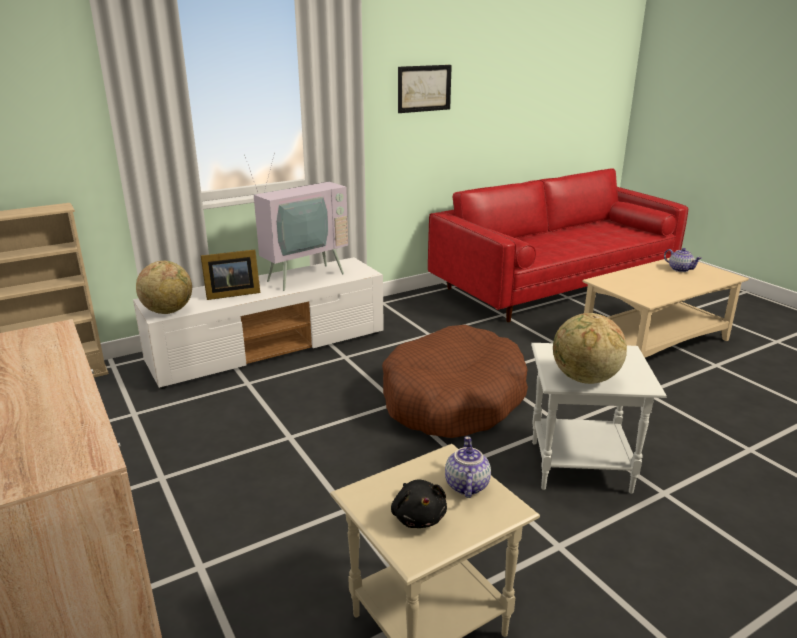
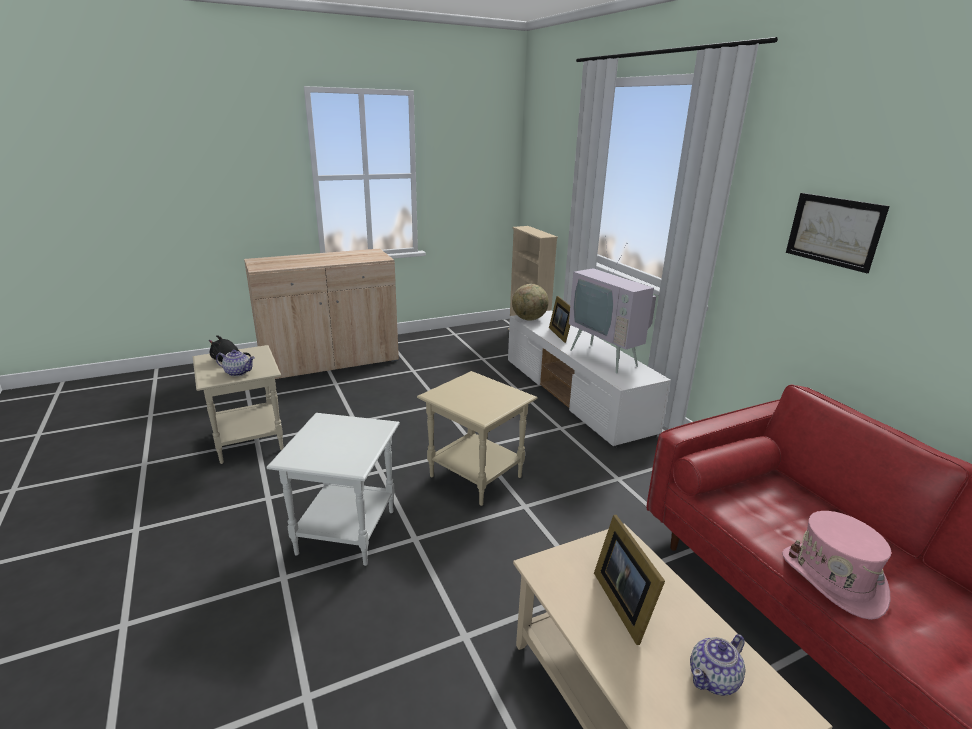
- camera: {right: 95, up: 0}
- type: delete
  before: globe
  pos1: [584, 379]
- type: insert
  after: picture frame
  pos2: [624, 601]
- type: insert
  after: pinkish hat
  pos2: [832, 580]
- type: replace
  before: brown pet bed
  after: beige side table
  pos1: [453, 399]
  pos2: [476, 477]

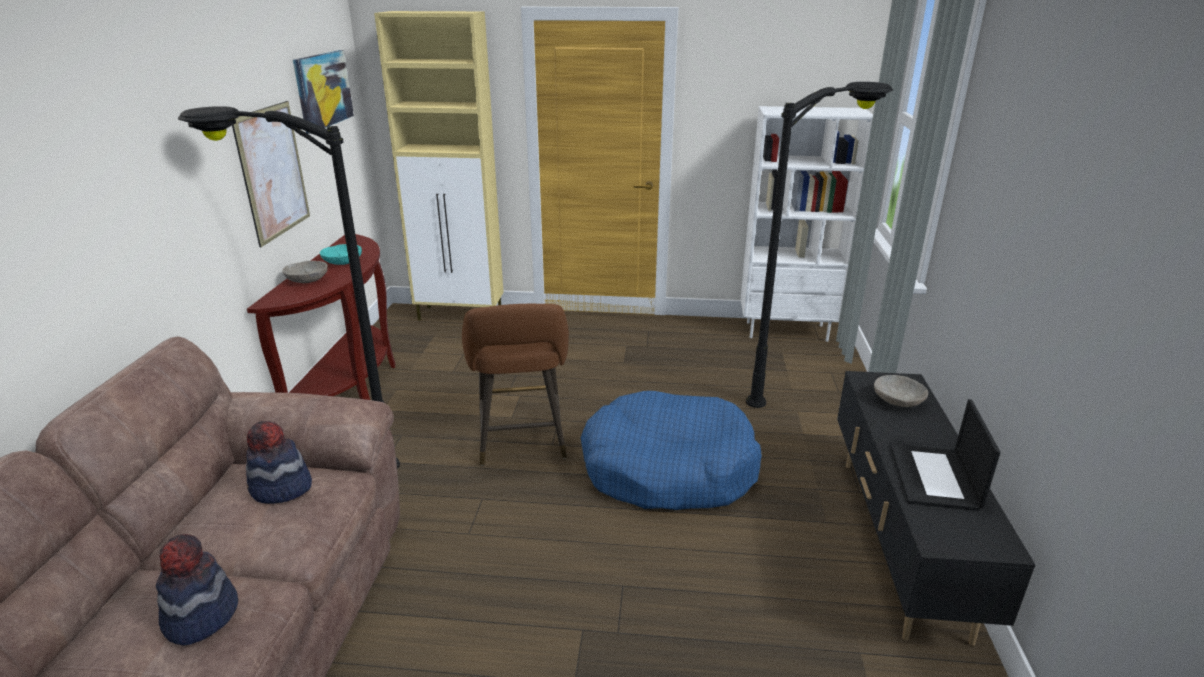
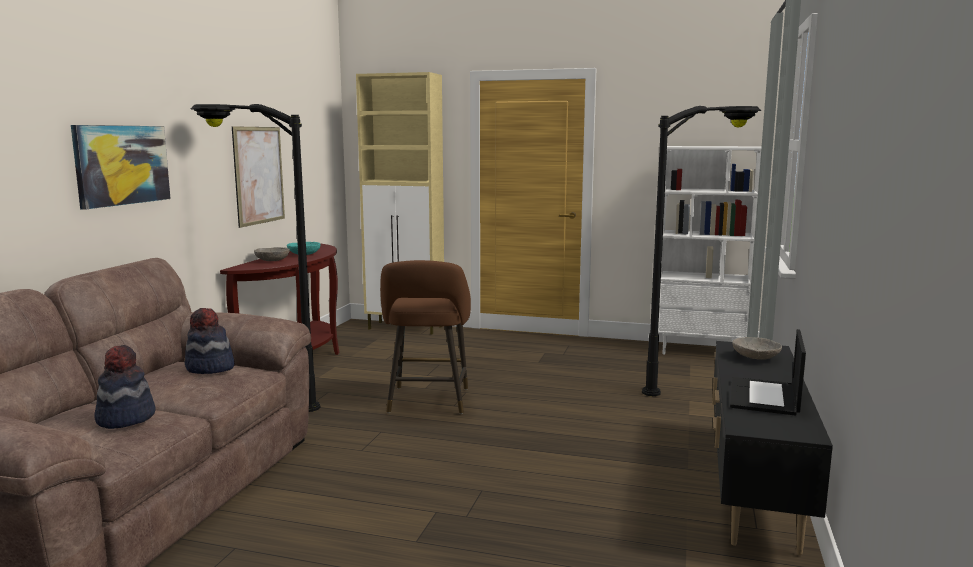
- camera: {right: 10, up: -15}
- type: delete
  before: bluish pet bed
  pos1: [668, 469]
- type: move
  before: picture
  pos1: [323, 90]
  pos2: [122, 165]

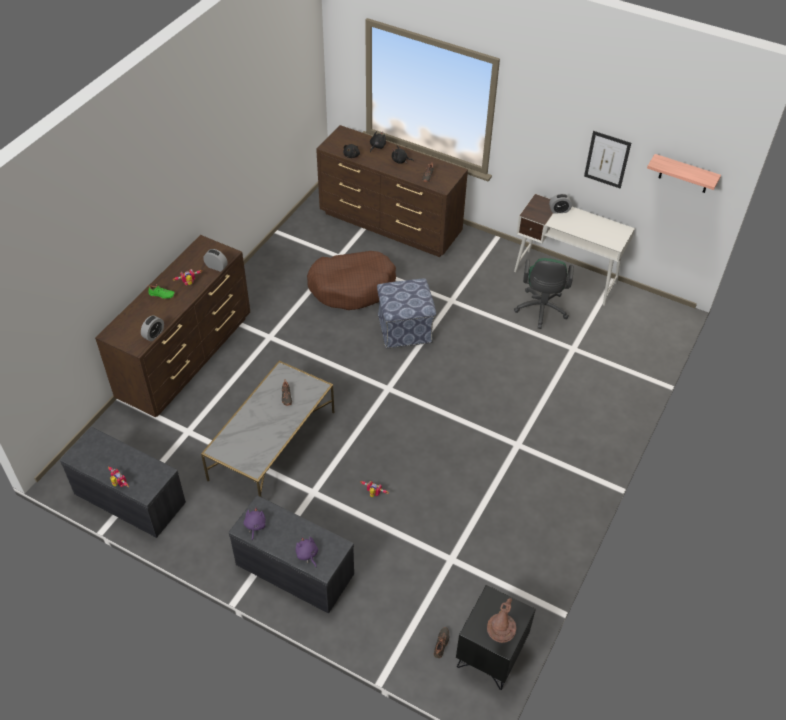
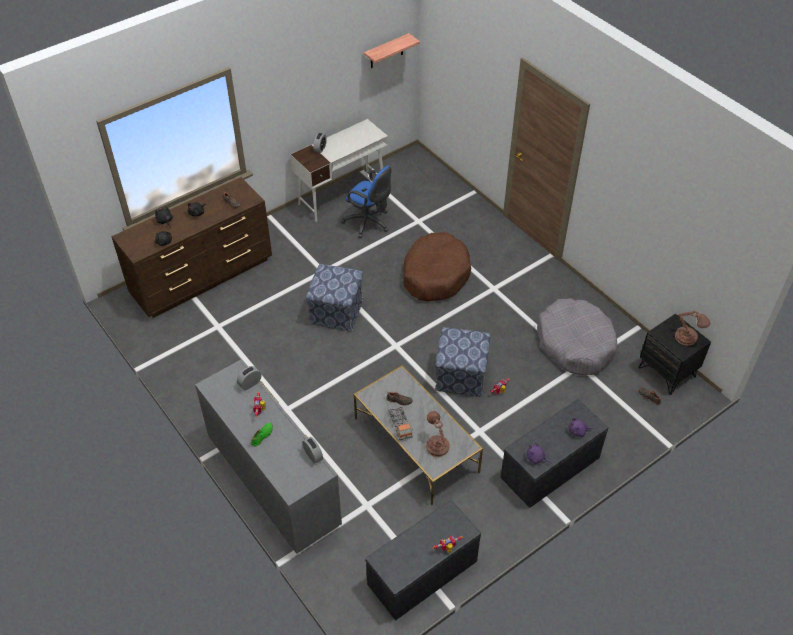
- camera: {right: -65, up: 0}
- type: delete
  before: picture
  pos1: [607, 159]
- type: insert
  after: model truck
  pos2: [400, 425]
- type: insert
  after: brown lamp for a table
  pos2: [436, 445]
- type: insert
  after: ottoman
  pos2: [461, 376]
- type: insert
  after: greyish pet bed
  pos2: [575, 343]
- type: move
  before: brown pet bed
  pos1: [352, 287]
  pos2: [435, 274]
- type: recolor
  before: brown drawer chest
  after: greyish drawer chest
  pos1: [187, 357]
  pos2: [273, 482]
- type: recolor
  before: green-coloured computer chair
  after: bluish computer chair
  pos1: [541, 311]
  pos2: [369, 223]

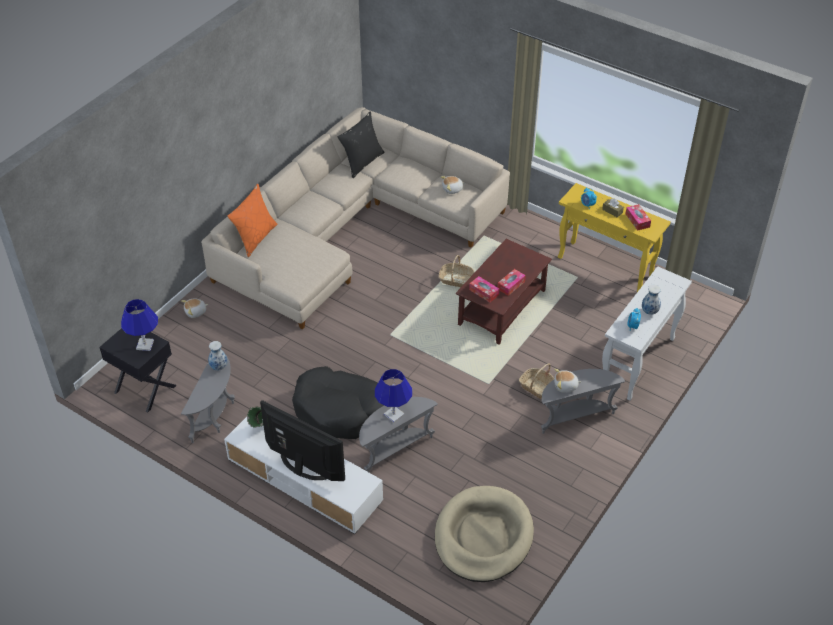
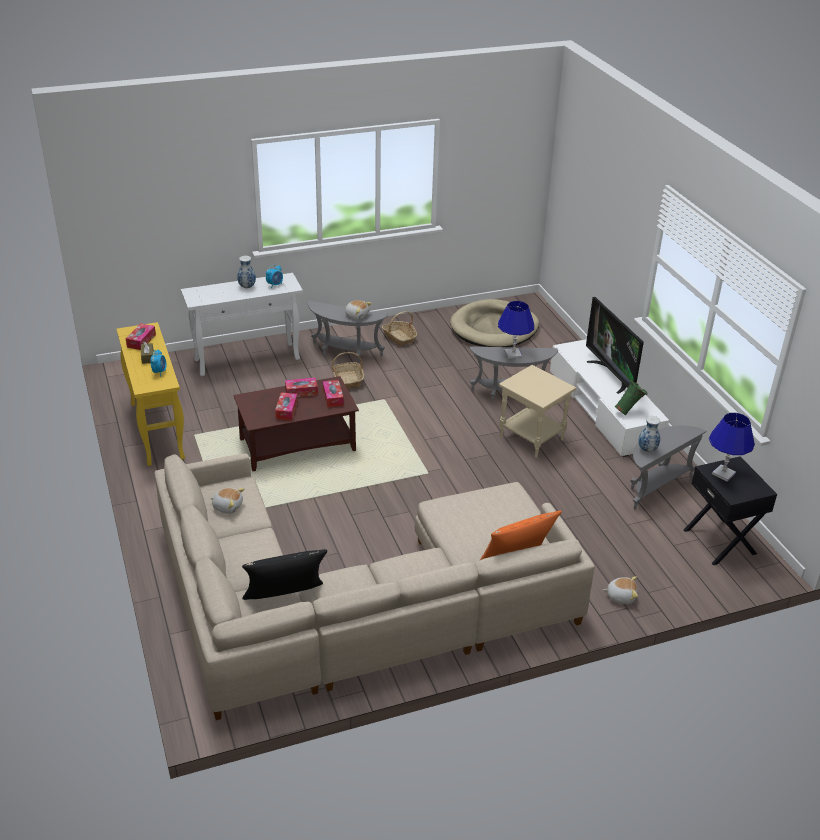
- camera: {right: -145, up: -10}
- type: insert
  after: tissue holder
  pos2: [286, 410]
- type: move
  before: storage basket
  pos1: [456, 280]
  pos2: [399, 337]
- type: replace
  before: black-coloured pet bed
  after: beige side table
  pos1: [341, 411]
  pos2: [532, 438]

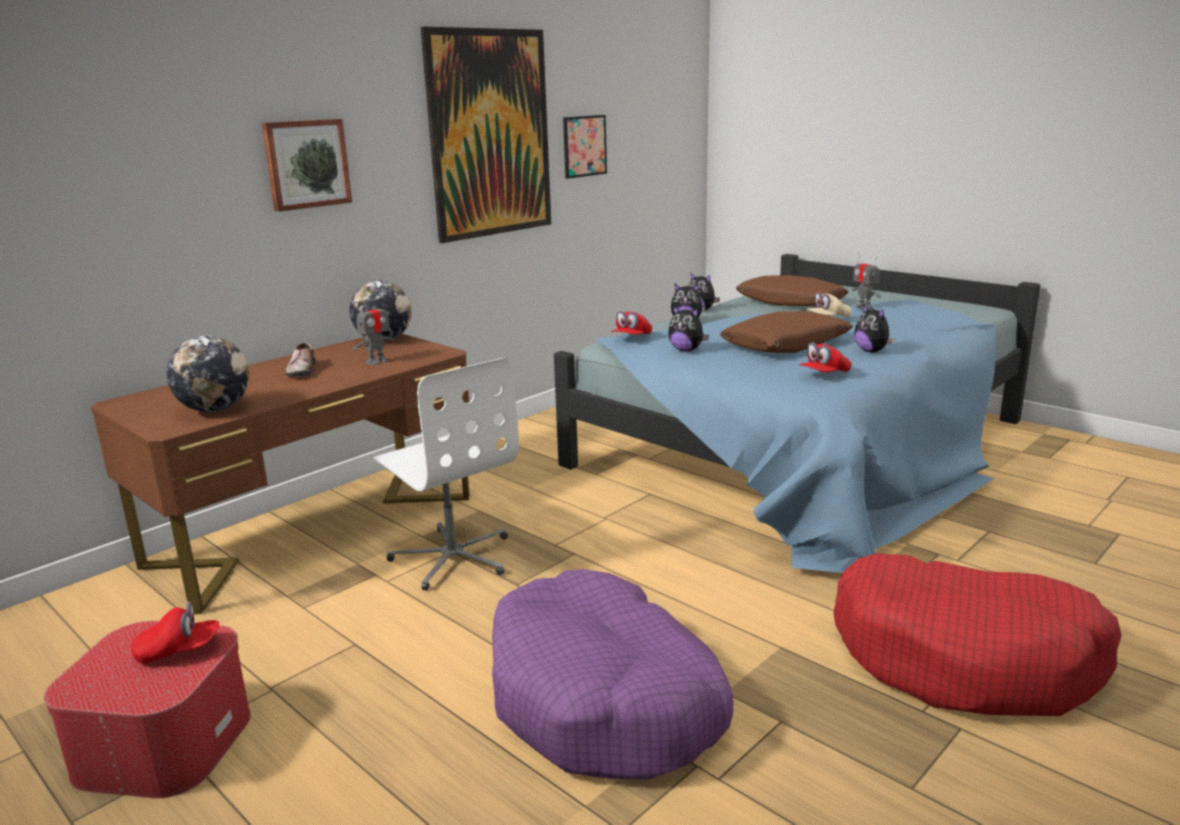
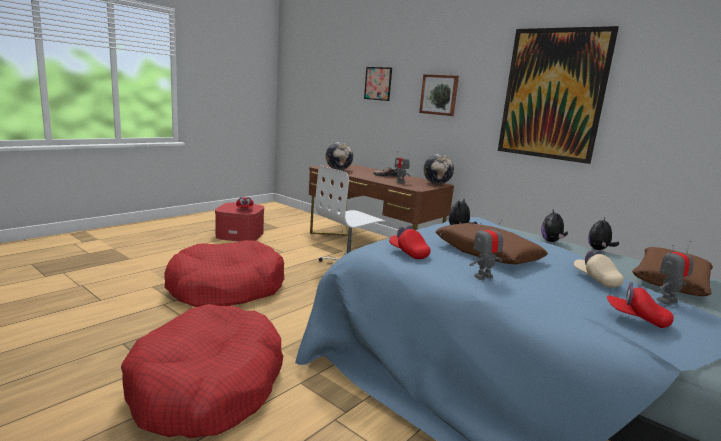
- camera: {right: 85, up: -5}
- type: move
  before: picture
  pos1: [584, 146]
  pos2: [378, 83]
- type: move
  before: red-coloured cap
  pos1: [632, 338]
  pos2: [636, 319]
- type: replace
  before: cuddly toy
  after: toy robot
  pos1: [872, 351]
  pos2: [483, 277]
- type: recolor
  before: purplish pet bed
  after: red-coloured pet bed
  pos1: [605, 700]
  pos2: [226, 288]

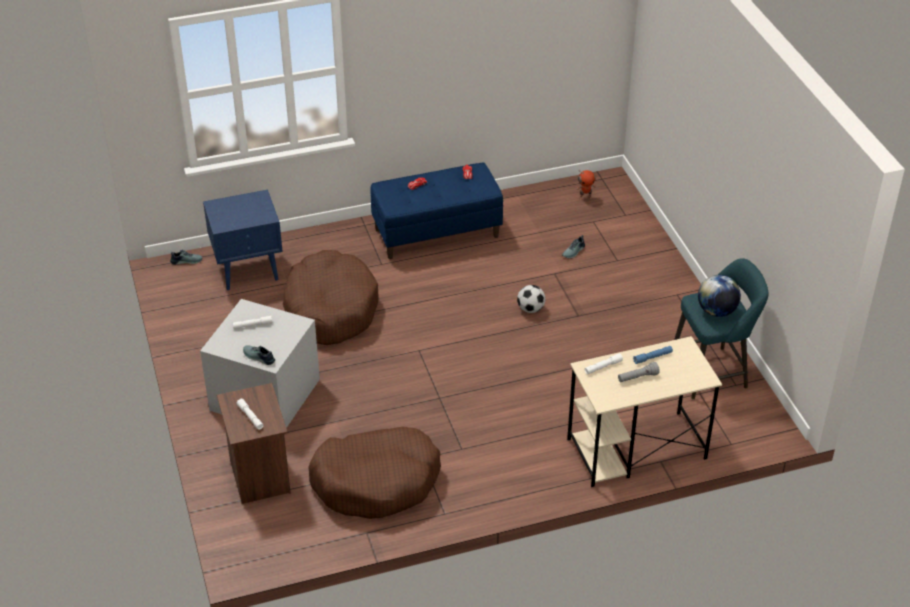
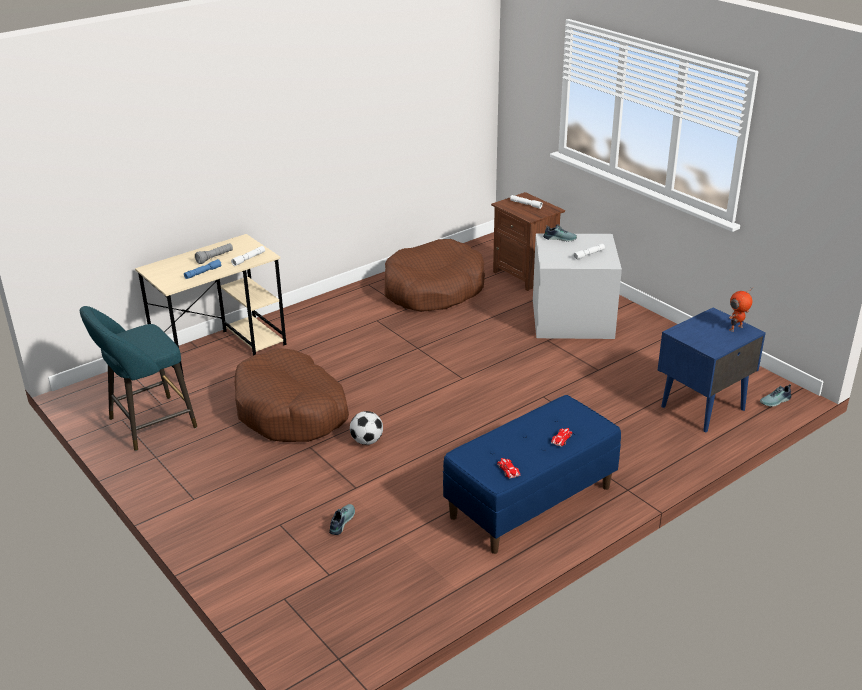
- camera: {right: 160, up: -10}
- type: delete
  before: globe
  pos1: [716, 311]
- type: move
  before: brown pet bed
  pos1: [331, 309]
  pos2: [291, 411]
- type: move
  before: toy robot
  pos1: [585, 197]
  pos2: [736, 329]

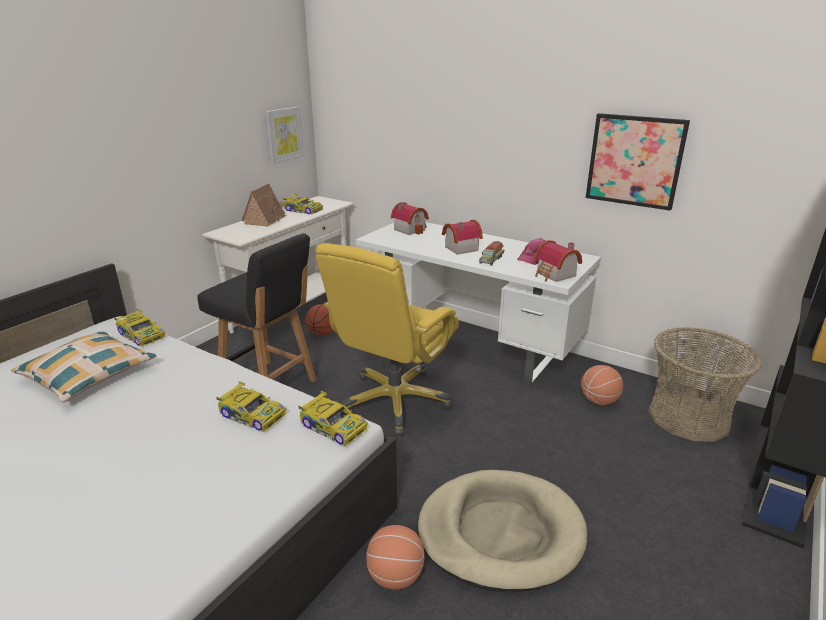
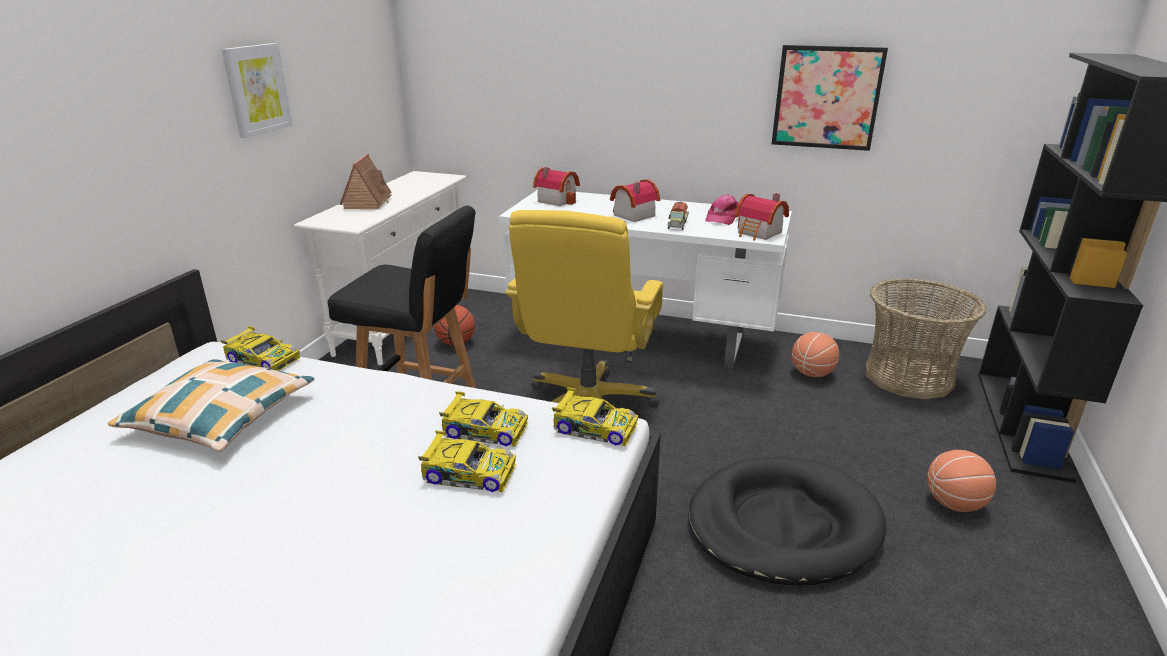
- camera: {right: -15, up: 0}
- type: move
  before: picture
  pos1: [284, 134]
  pos2: [257, 89]
- type: move
  before: miniature car
  pos1: [303, 210]
  pos2: [468, 473]
- type: move
  before: ball for basketball
  pos1: [396, 576]
  pos2: [954, 503]
- type: recolor
  before: beige pet bed
  after: black-coloured pet bed
  pos1: [500, 532]
  pos2: [782, 525]

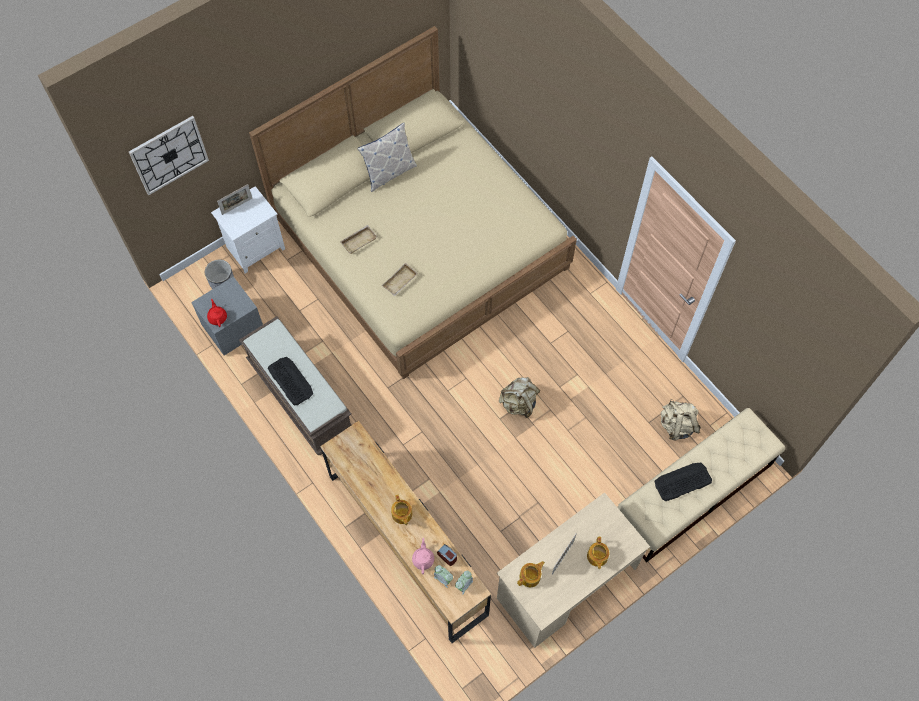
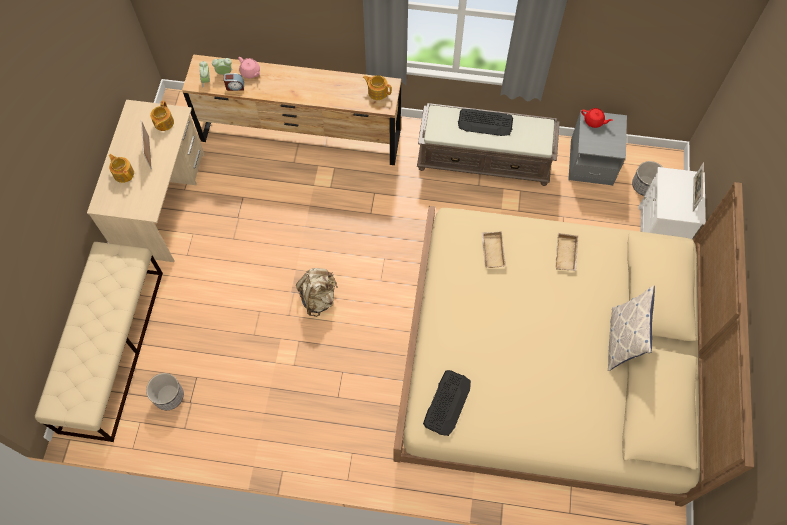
- camera: {right: 135, up: 0}
- type: delete
  before: clock on the wall
  pos1: [169, 155]
- type: move
  before: tea pot
  pos1: [401, 514]
  pos2: [377, 92]
- type: move
  before: keyboard
  pos1: [682, 482]
  pos2: [447, 402]
- type: replace
  before: beige rucksack
  after: plant pot
  pos1: [677, 425]
  pos2: [169, 396]

